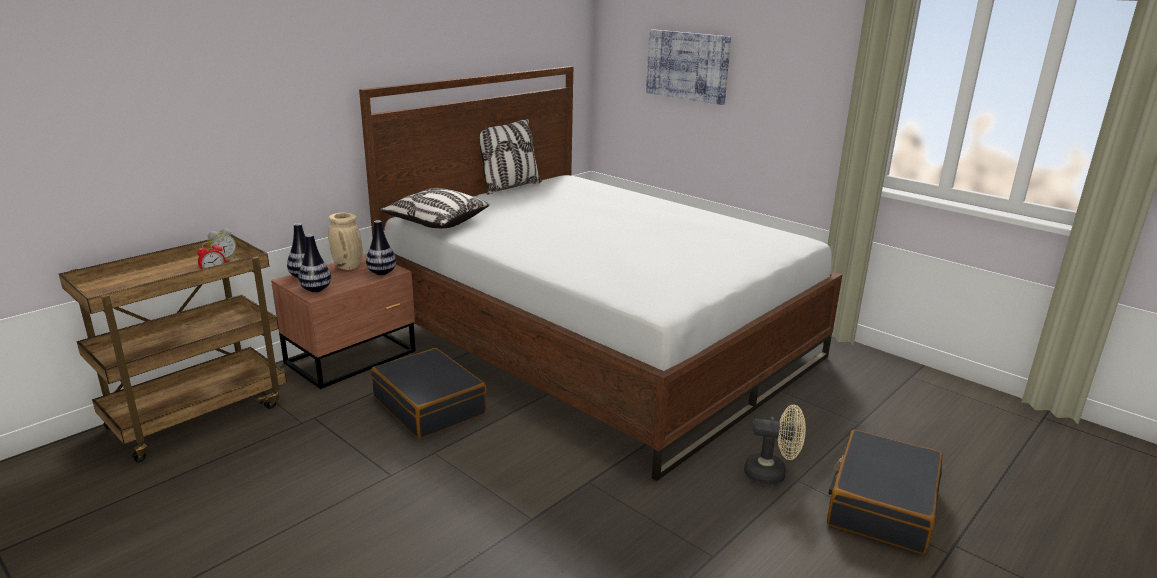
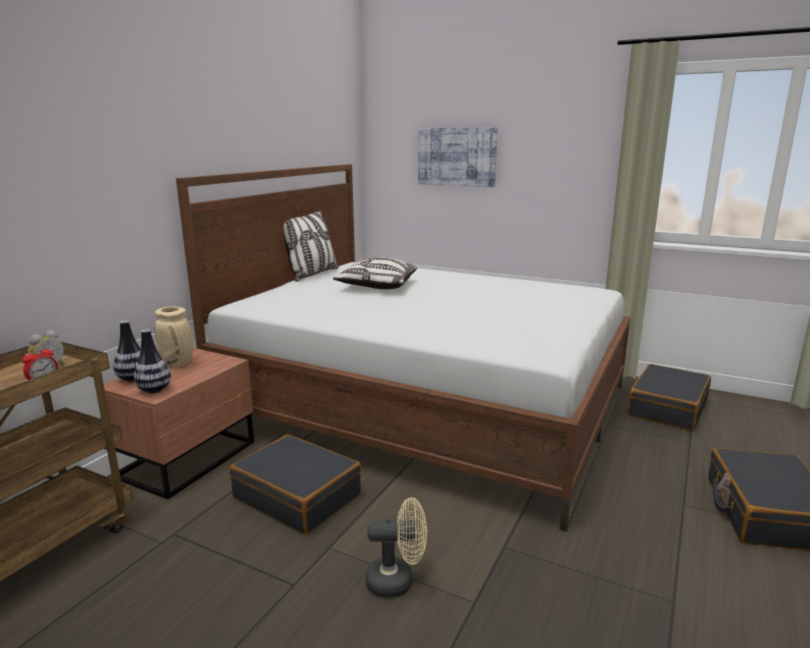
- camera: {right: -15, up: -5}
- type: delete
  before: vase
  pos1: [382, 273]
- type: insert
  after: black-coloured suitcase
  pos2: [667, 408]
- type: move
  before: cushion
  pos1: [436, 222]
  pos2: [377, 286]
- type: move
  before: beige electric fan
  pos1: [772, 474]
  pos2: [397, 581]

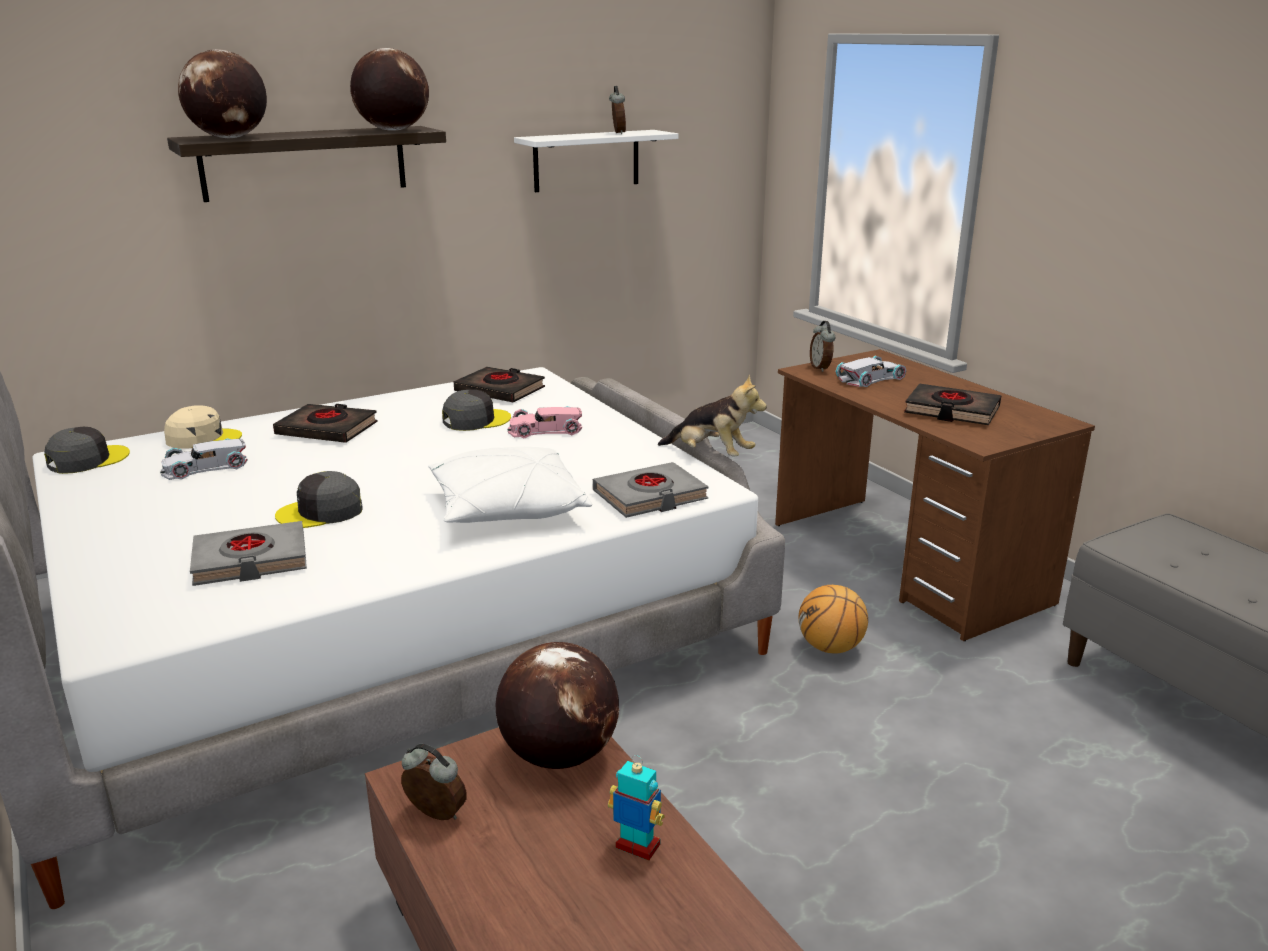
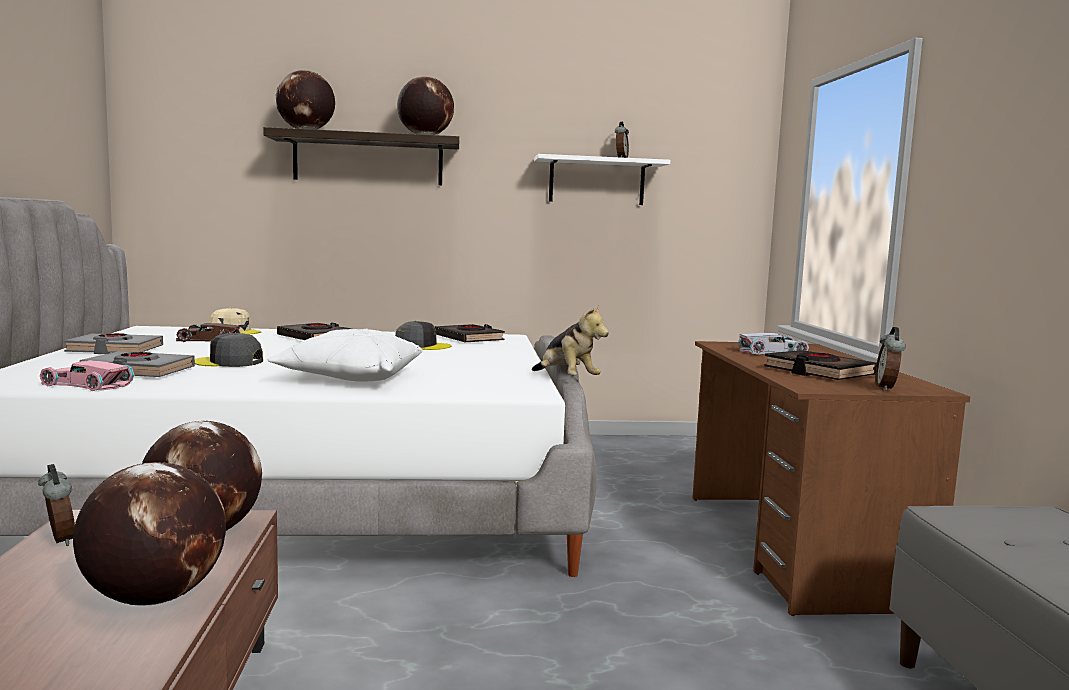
- camera: {right: 25, up: -15}
- type: delete
  before: greyish cap
  pos1: [87, 460]
- type: delete
  before: ball for basketball
  pos1: [830, 648]
- type: move
  before: pinkish miniature car
  pos1: [545, 429]
  pos2: [88, 384]
- type: move
  before: greyish book
  pos1: [650, 497]
  pos2: [115, 350]
- type: move
  before: table clock
  pos1: [821, 368]
  pos2: [887, 388]
- type: replace
  before: toy robot
  after: globe
  pos1: [637, 847]
  pos2: [154, 598]
- type: recolor
  before: whitish miniature car
  after: brown miniature car
  pos1: [205, 466]
  pos2: [208, 340]

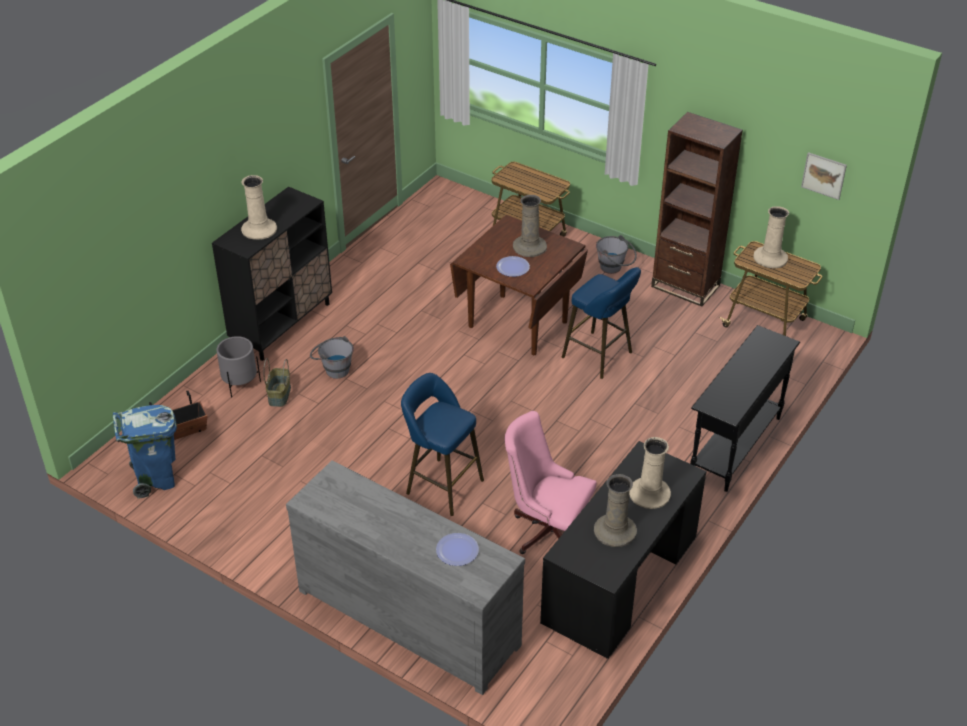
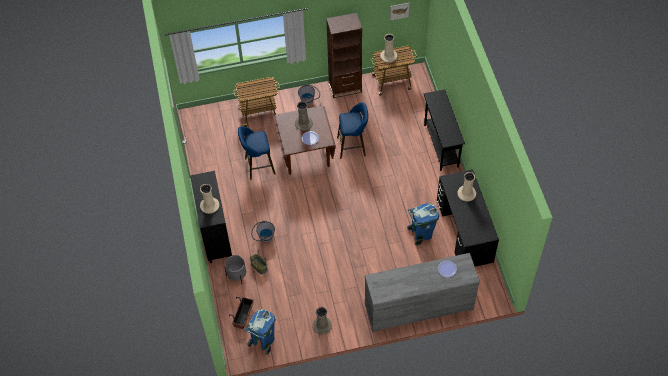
- camera: {right: -45, up: 15}
- type: move
  before: bluish stool
  pos1: [441, 485]
  pos2: [258, 166]
- type: move
  before: beige vase
  pos1: [615, 530]
  pos2: [322, 325]
- type: replace
  before: pinkish computer chair
  after: bluish trash can
  pos1: [547, 530]
  pos2: [421, 234]

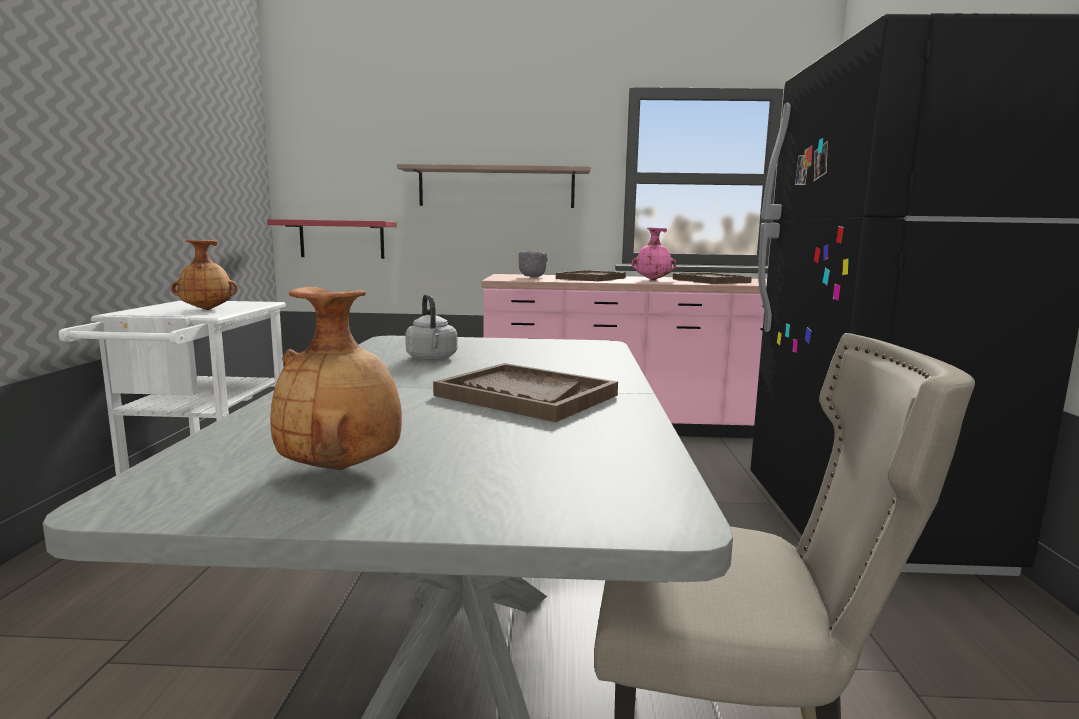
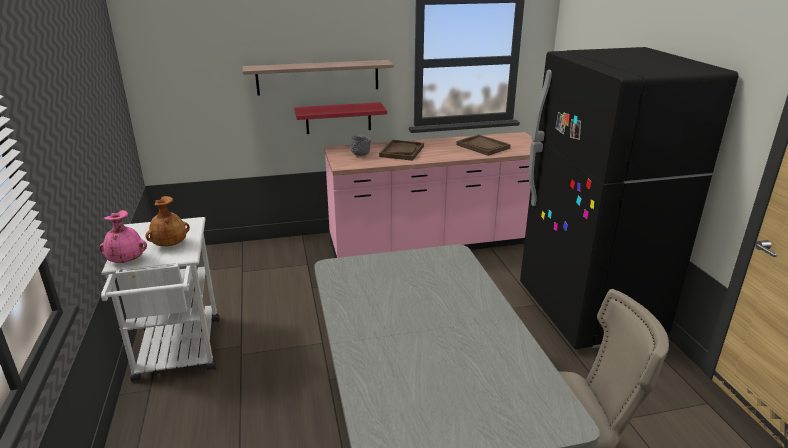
- camera: {right: -15, up: 15}
- type: delete
  before: brown vase
  pos1: [343, 468]
- type: delete
  before: greyish kettle
  pos1: [432, 358]
- type: delete
  before: brown carrying tray
  pos1: [525, 395]
- type: move
  before: red-coloured wall shelf
  pos1: [342, 239]
  pos2: [338, 118]
- type: move
  before: pinkish vase
  pos1: [652, 280]
  pos2: [127, 260]

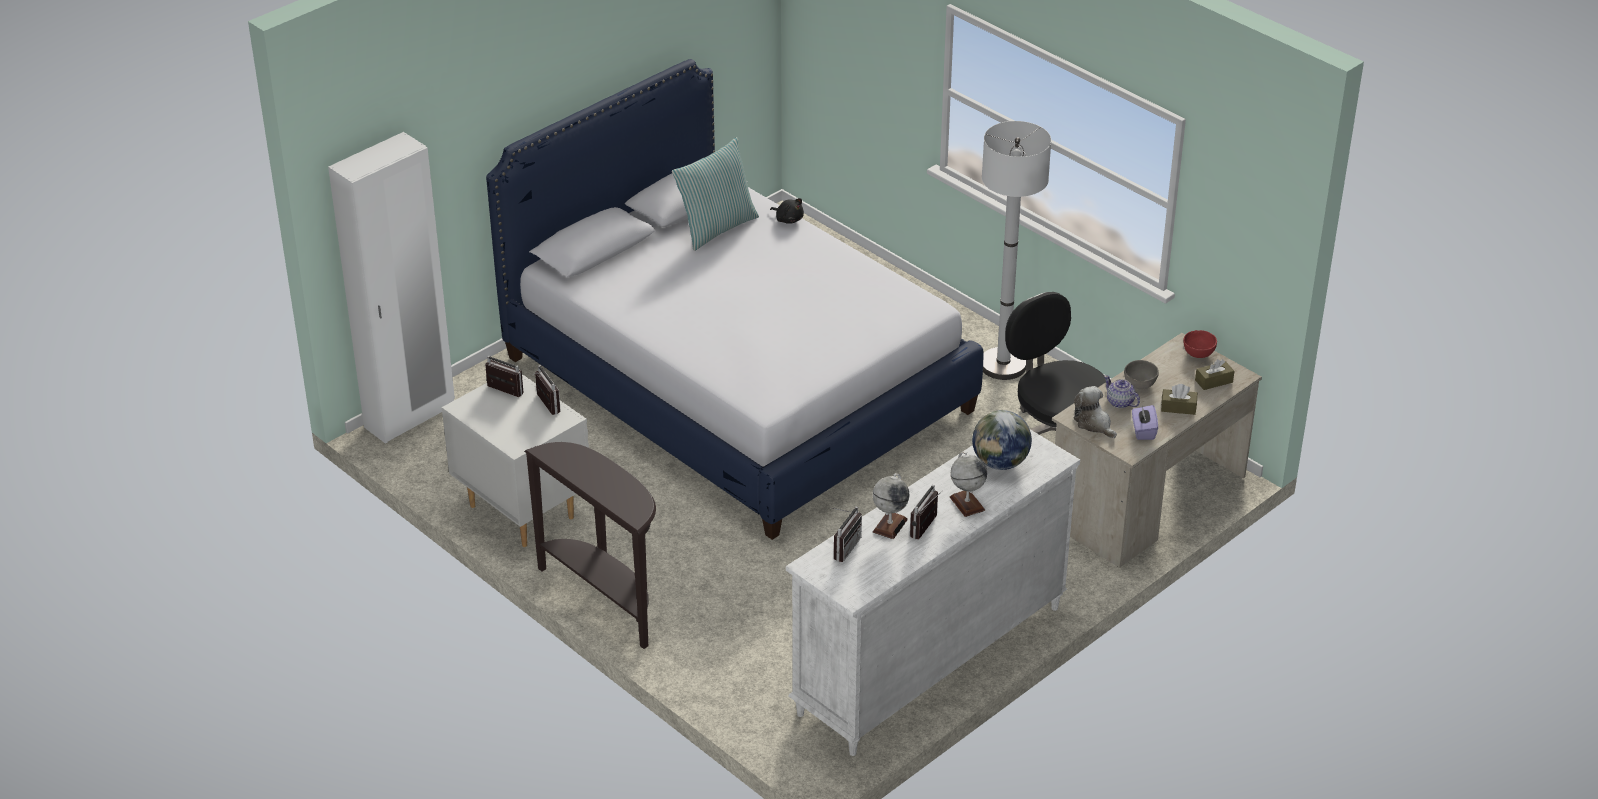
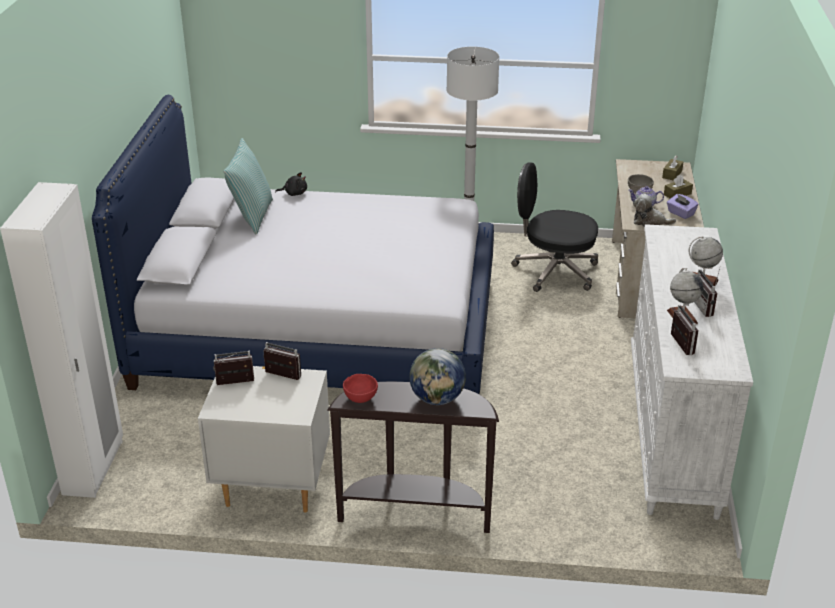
- camera: {right: -40, up: -5}
- type: move
  before: globe
  pos1: [1000, 463]
  pos2: [437, 399]
- type: move
  before: red-coloured serving bowl
  pos1: [1199, 354]
  pos2: [361, 398]

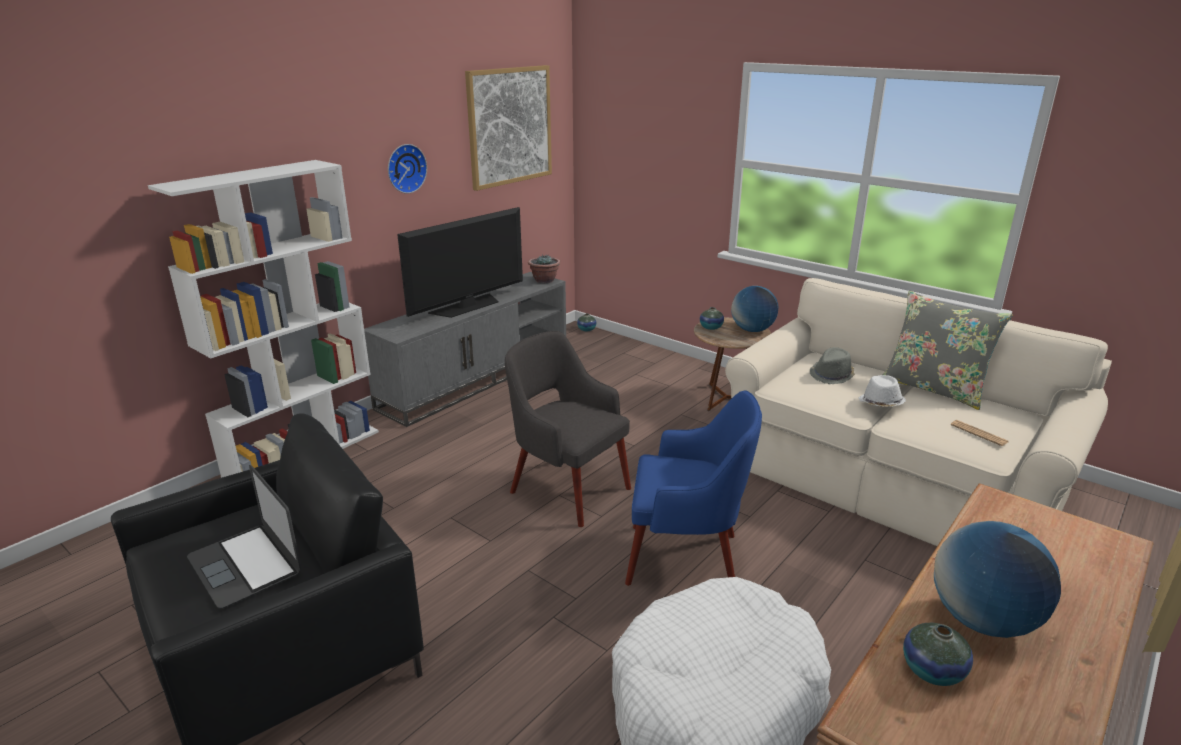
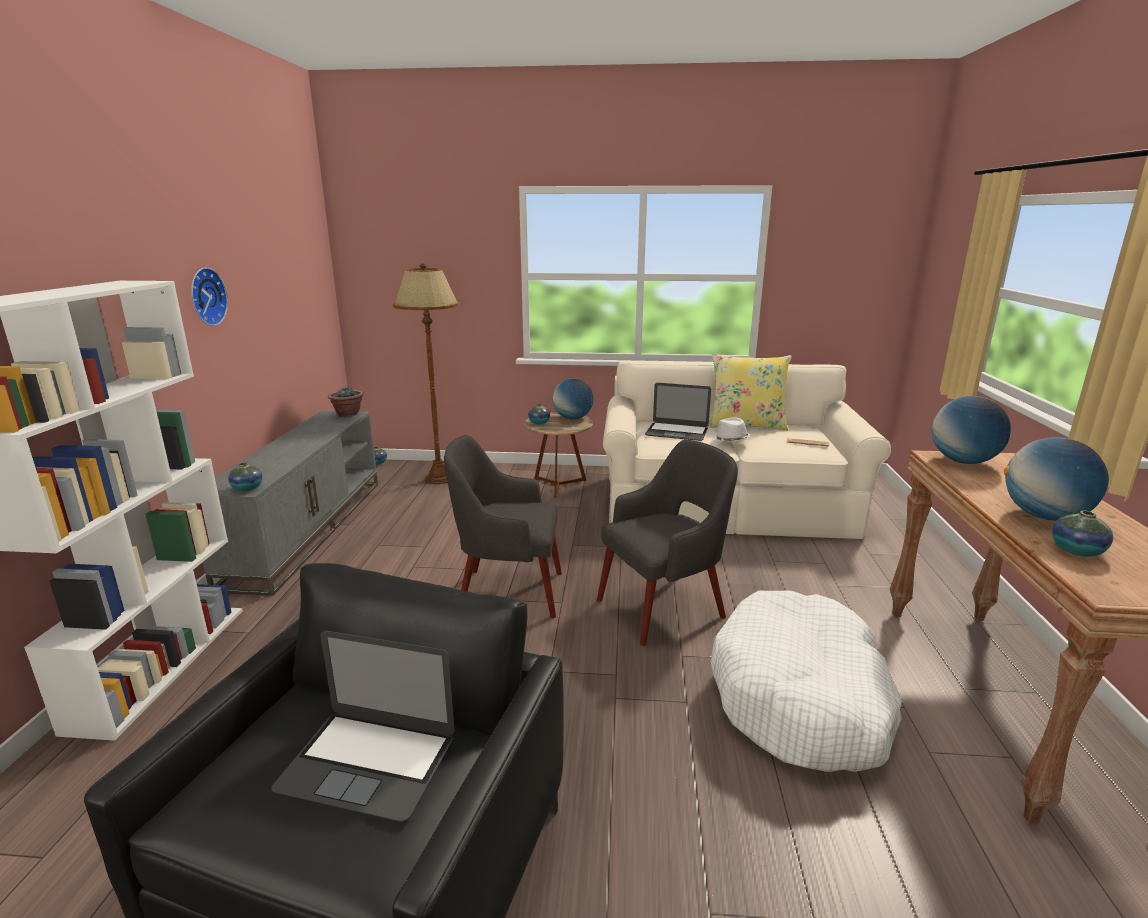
- camera: {right: -35, up: -5}
- type: delete
  before: television
  pos1: [467, 306]
- type: delete
  before: picture
  pos1: [509, 126]
- type: insert
  after: vase
  pos2: [247, 488]
- type: insert
  after: brown standing lamp
  pos2: [440, 478]
- type: insert
  after: globe
  pos2: [963, 461]
- type: replace
  before: greyish hat
  after: portable computer
  pos1: [832, 375]
  pos2: [677, 432]
- type: recolor
  before: bluish lounge chair
  after: greyish lounge chair
  pos1: [685, 558]
  pos2: [662, 608]
- type: recolor
  before: greyish cushion
  after: yellowish cushion
  pos1: [934, 389]
  pos2: [746, 425]

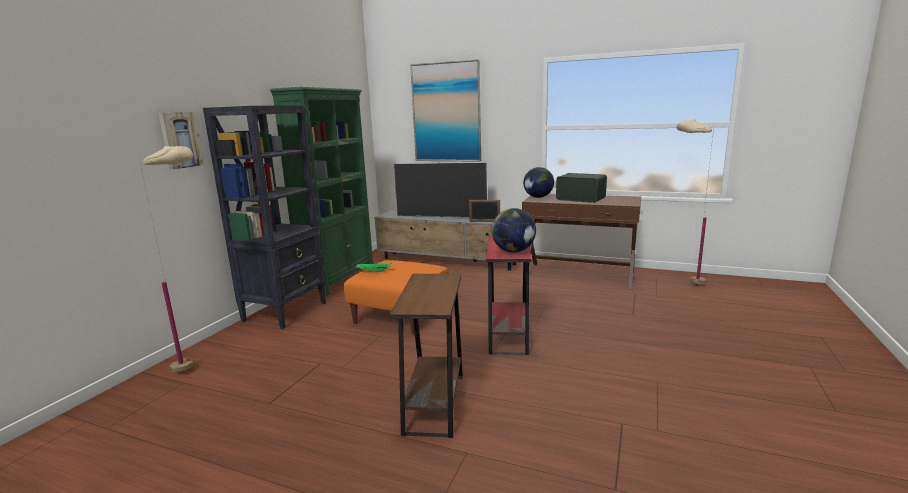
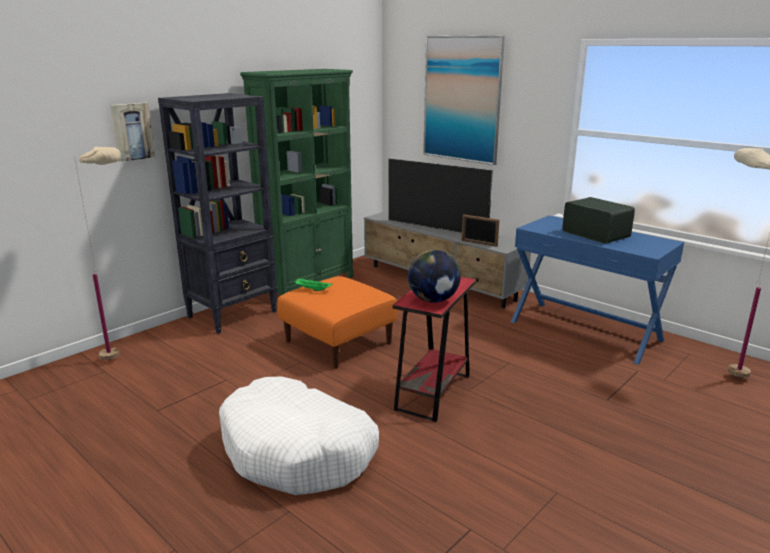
- camera: {right: 20, up: 5}
- type: delete
  before: globe
  pos1: [538, 197]
- type: replace
  before: brown side table
  after: whitish pet bed
  pos1: [434, 403]
  pos2: [298, 451]
- type: recolor
  before: brown console table
  after: bluish console table
  pos1: [579, 275]
  pos2: [585, 330]

